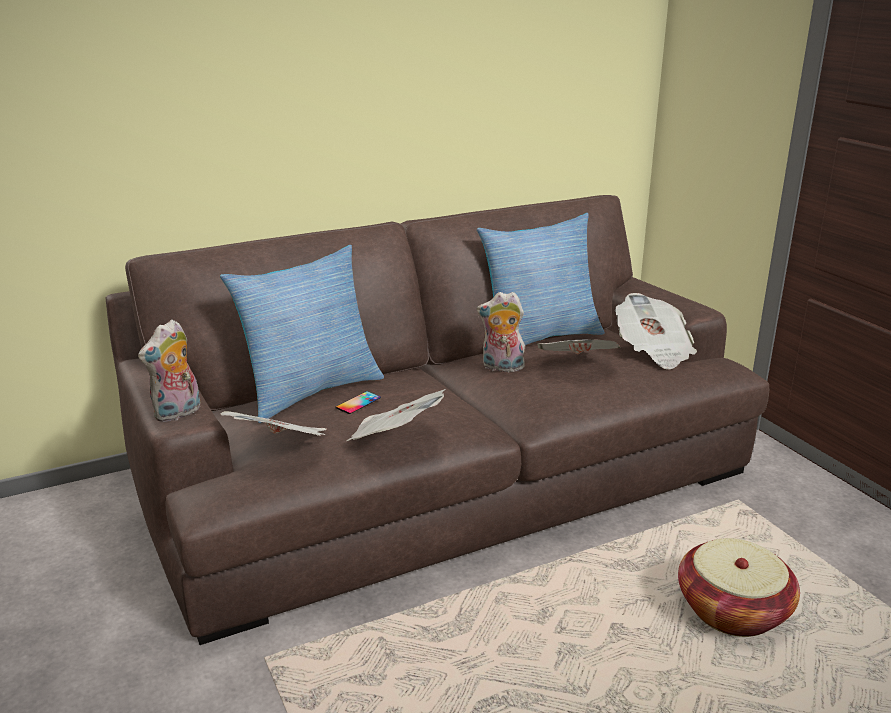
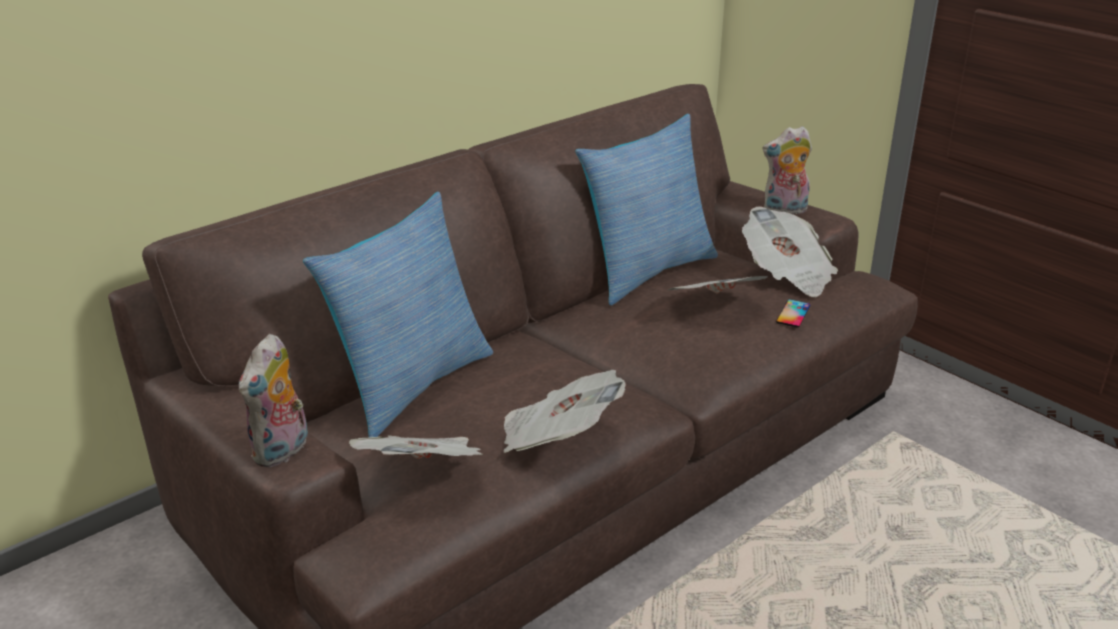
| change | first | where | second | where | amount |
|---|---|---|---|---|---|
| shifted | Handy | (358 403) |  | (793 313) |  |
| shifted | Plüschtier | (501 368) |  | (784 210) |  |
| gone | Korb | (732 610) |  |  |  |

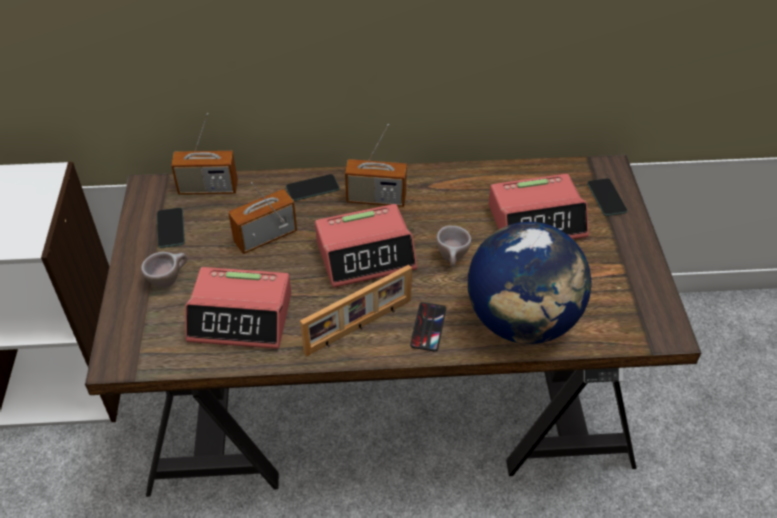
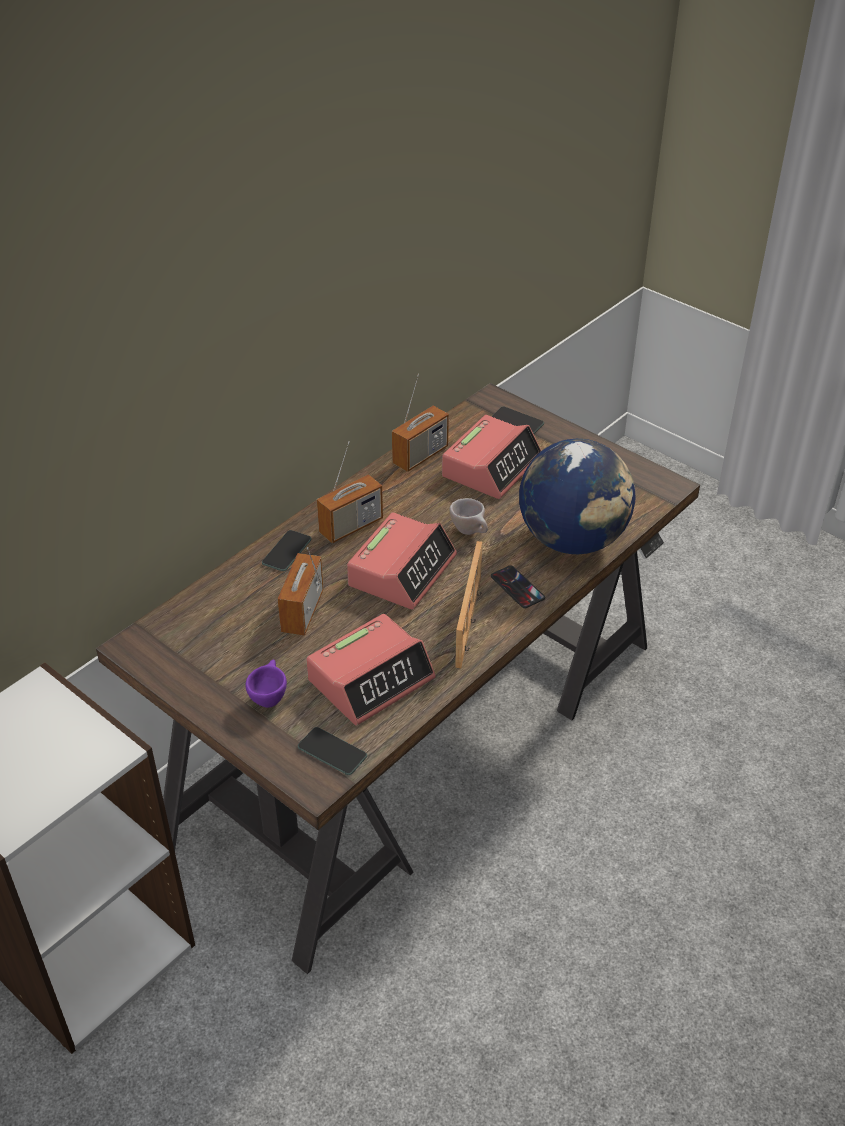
| change | first | where | second | where | amount |
|---|---|---|---|---|---|
| repainted | Tasse [beige] | (169 280) | Tasse [lila] | (269 697) |  |
| shifted | Handy | (170 228) |  | (332 752) |  |
| shifted | Radio | (208 188) |  | (420 456) |  |

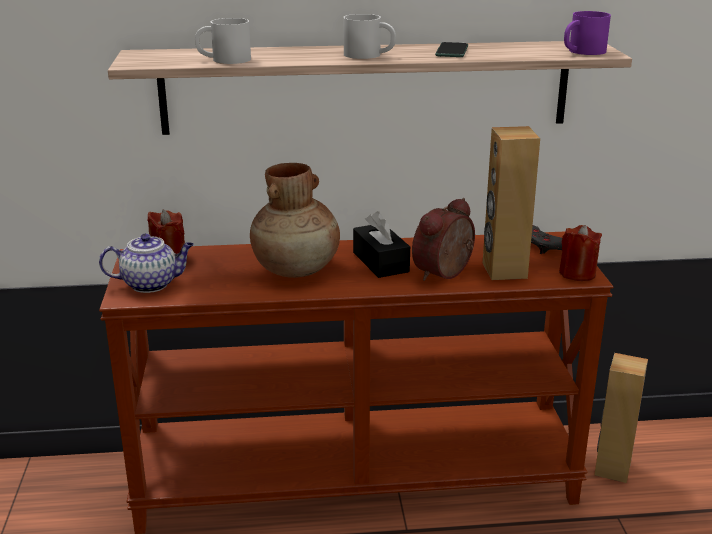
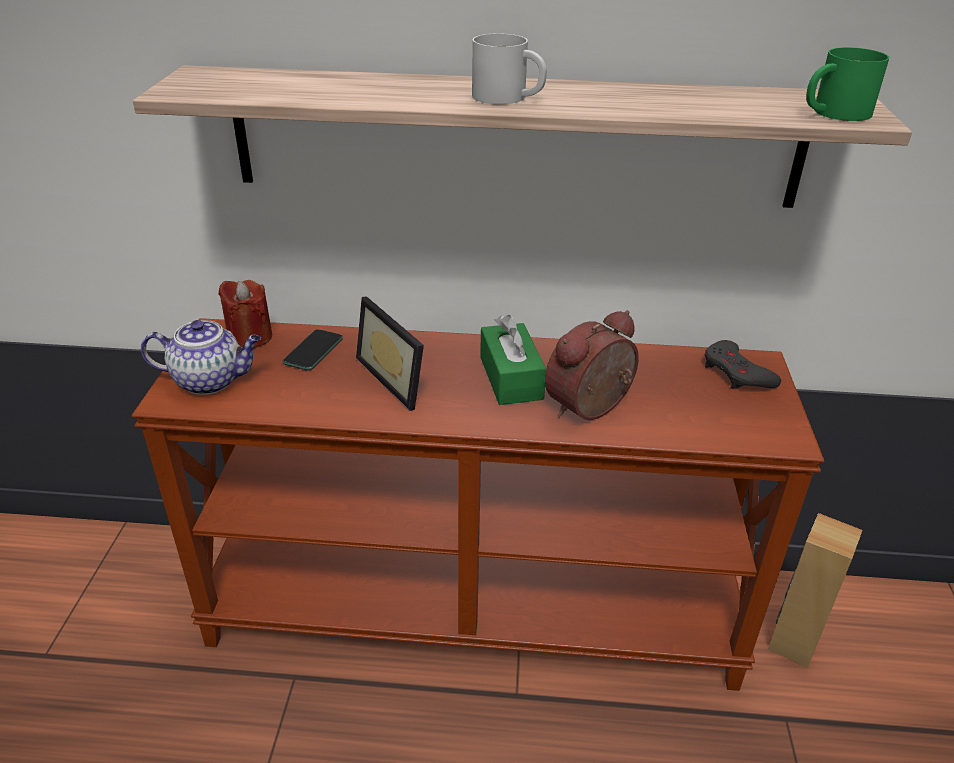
| change | first | where | second | where | amount |
|---|---|---|---|---|---|
| gone | Henkelbecher [weiß] | (223 59) |  |  |  |
| swapped | Vase [braun] | (297 269) | Bilderrahmen | (399 377) |  |
| repainted | Taschentuchbox [schwarz] | (380 262) | Taschentuchbox [grün] | (511 378) |  |
| shifted | Handy | (452 51) |  | (313 351) |  |
| gone | Lautsprecher [braun] | (503 270) |  |  |  |
| gone | Kerze [rot] | (577 273) |  |  |  |
| repainted | Henkelbecher [lila] | (582 52) | Henkelbecher [grün] | (833 113) |  |

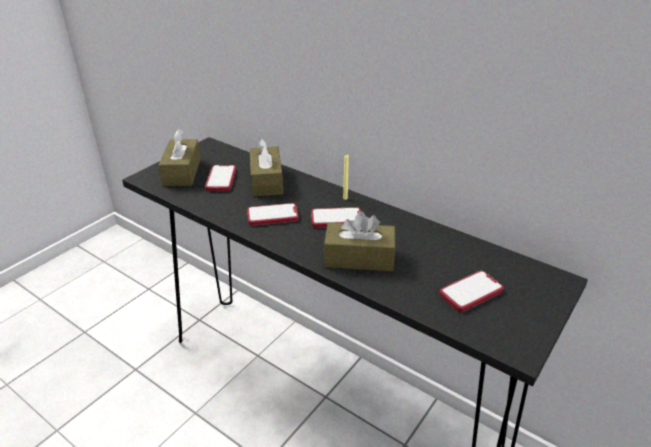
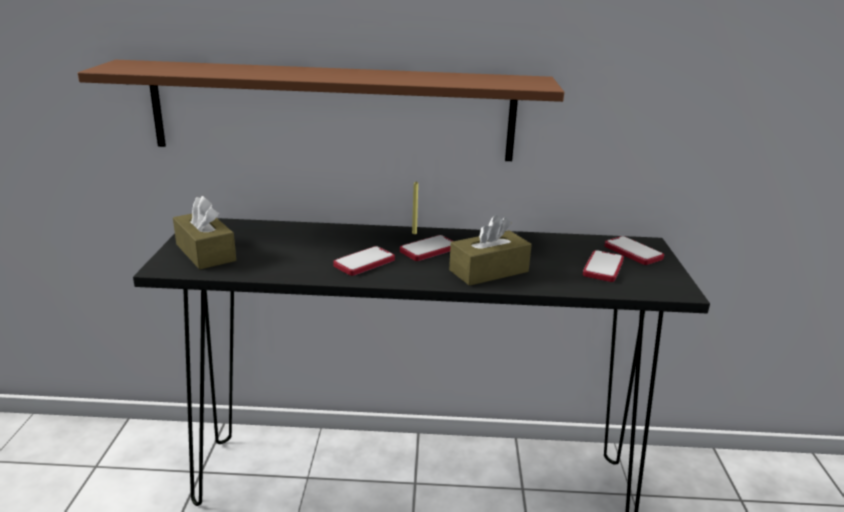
| change | first | where | second | where | amount |
|---|---|---|---|---|---|
| shifted | Handy | (221 179) |  | (633 252) |  |
| gone | Taschentuchbox [braun] | (266 181) |  |  |  |
| new |  |  | Wandregal [braun] | (333 111) |  |

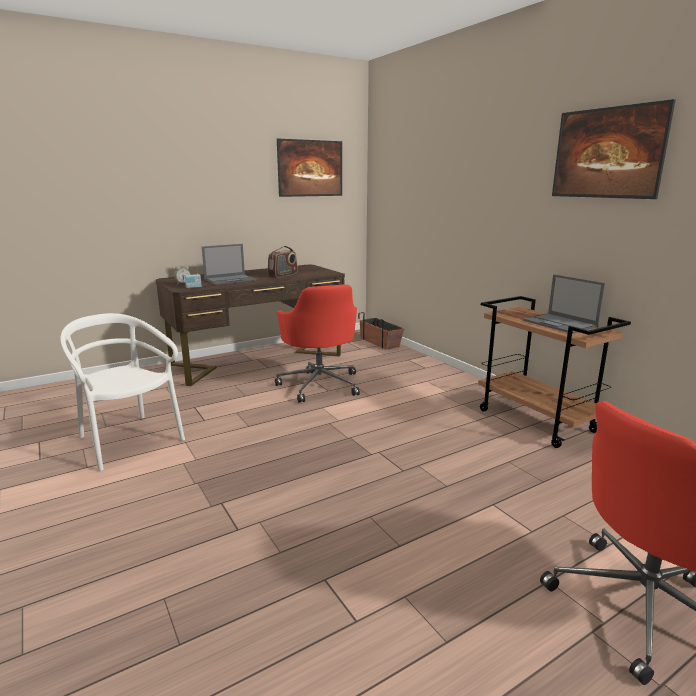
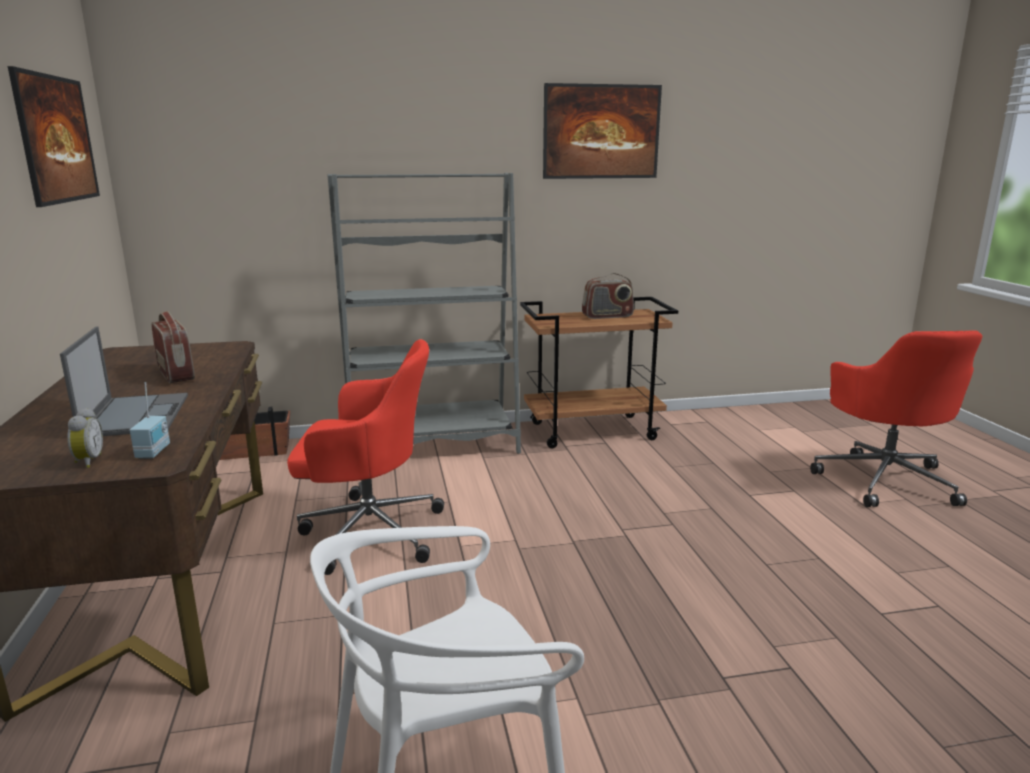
| change | first | where | second | where | amount |
|---|---|---|---|---|---|
| swapped | Laptop | (561 323) | Radio | (607 316) |  |
| new |  |  | Bücherregal [grau] | (433 444) |  |

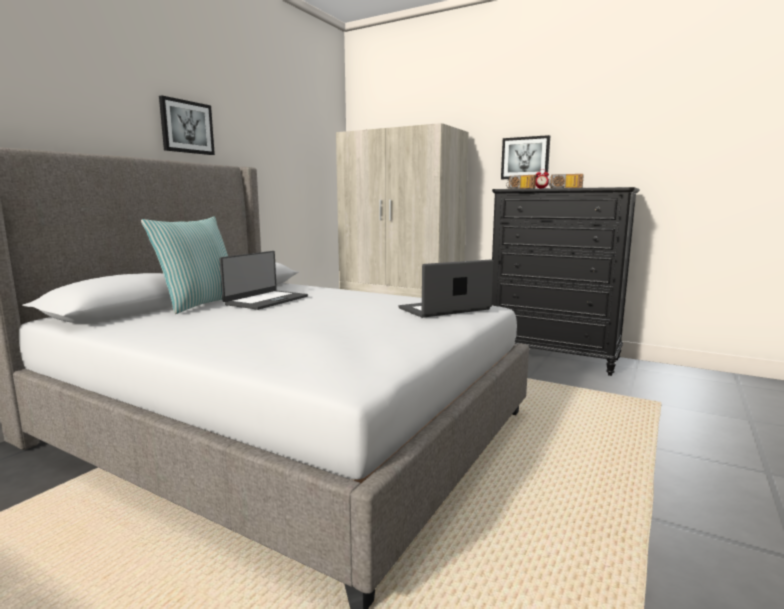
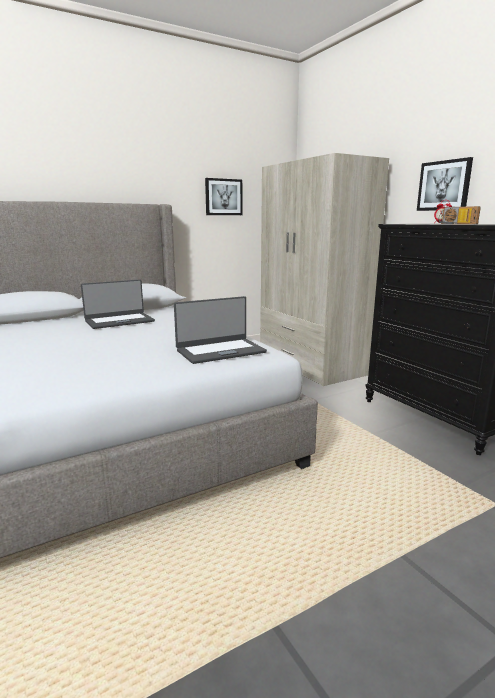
| change | first | where | second | where | amount |
|---|---|---|---|---|---|
| gone | Kissen | (200 304) |  |  |  |
| shifted | Bild | (186 127) |  | (223 197) |  |
| rotated | Laptop | (445 309) |  | (220 351) | 150 degrees clockwise |
| gone | Radio | (519 188) |  |  |  |

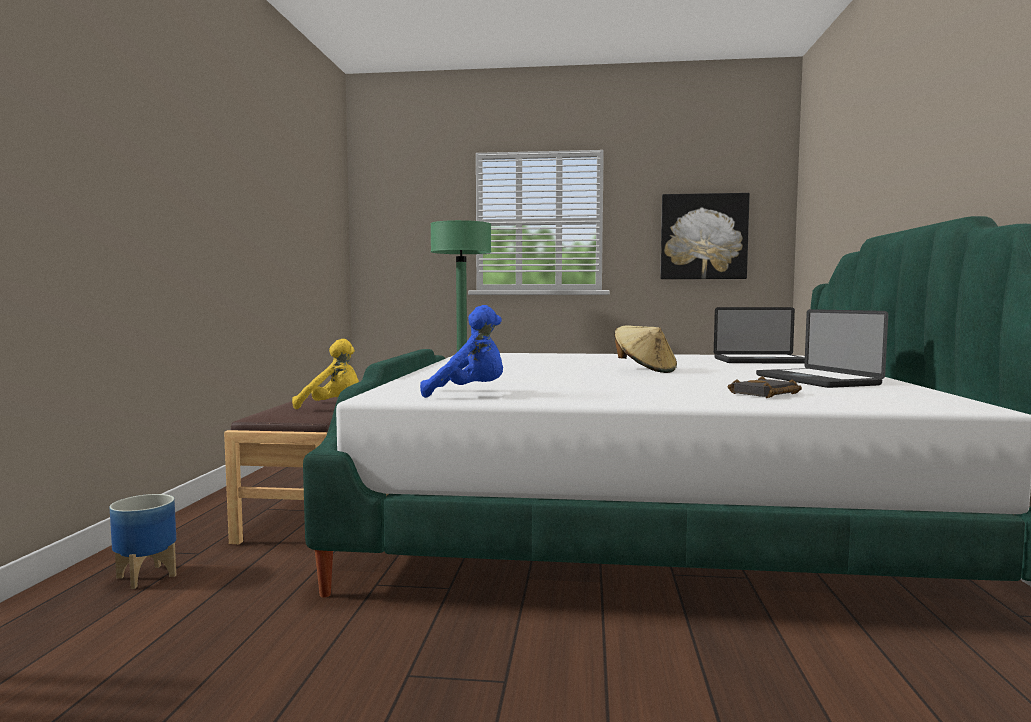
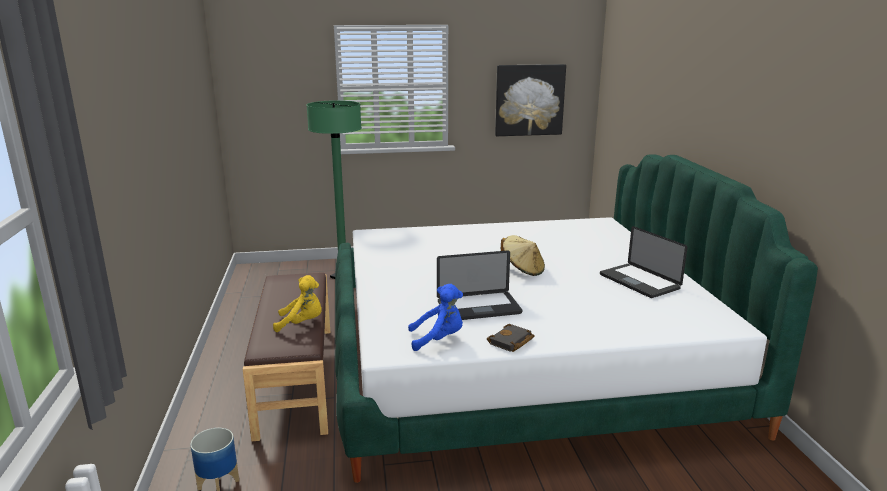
| change | first | where | second | where | amount |
|---|---|---|---|---|---|
| shifted | Laptop | (760 361) |  | (478 308) |  |
| shifted | Buch [schwarz] | (765 394) |  | (511 342) |  |

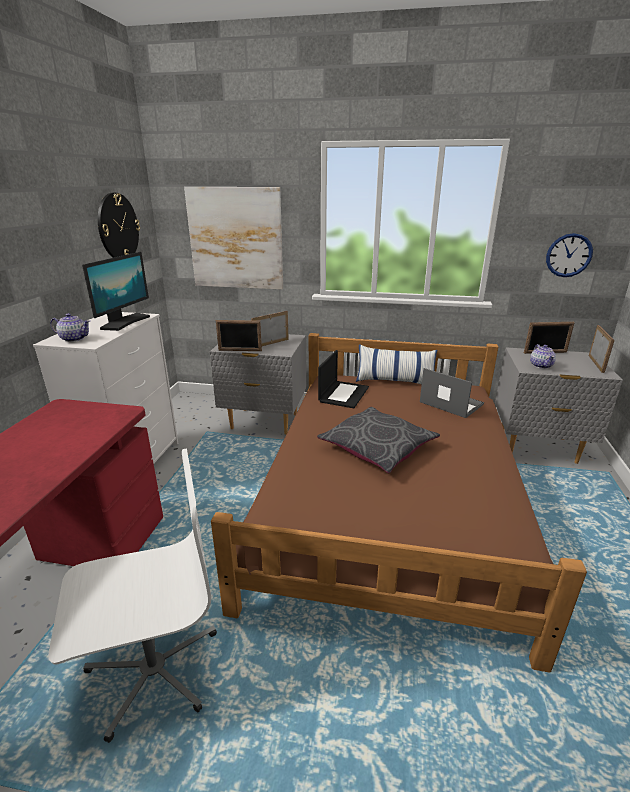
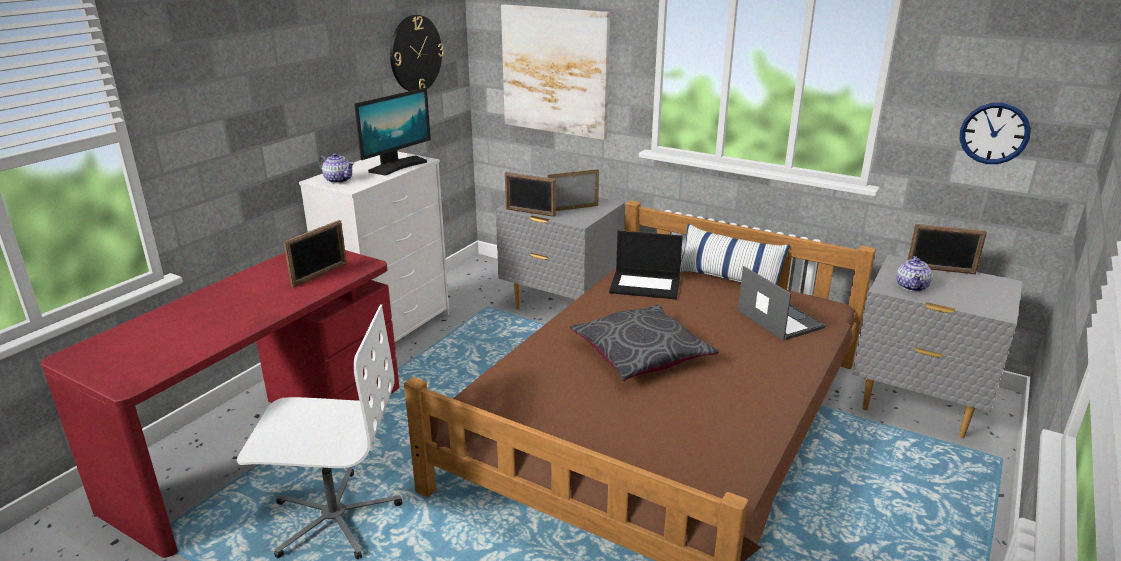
| change | first | where | second | where | amount |
|---|---|---|---|---|---|
| rotated | Laptop | (343 394) |  | (646 285) | 60 degrees clockwise |
| shifted | Bilderrahmen | (596 364) |  | (320 275) |  |

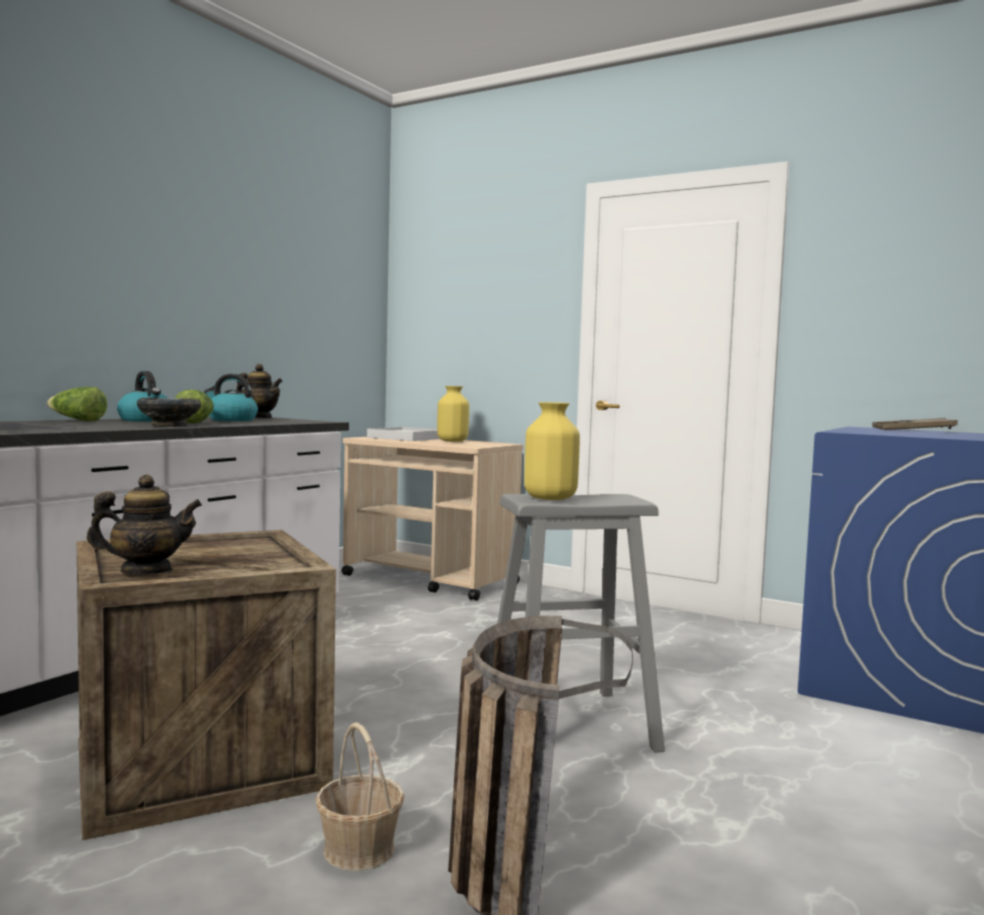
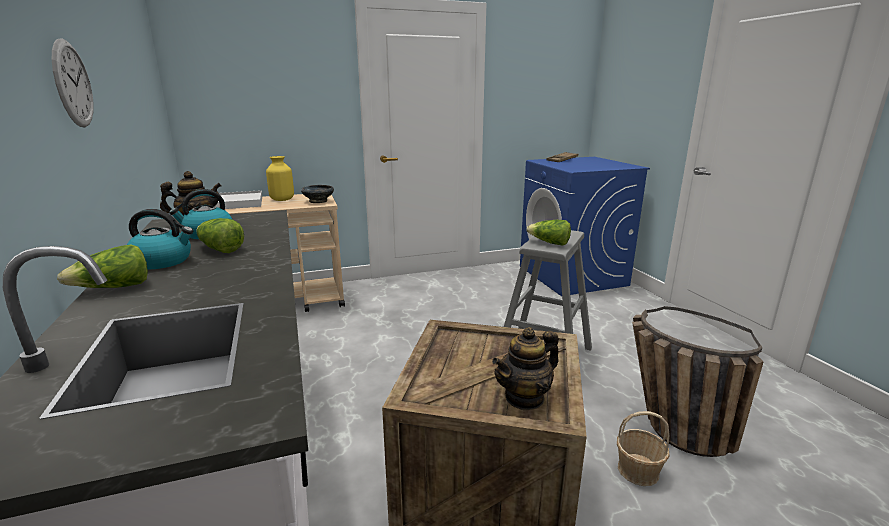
| change | first | where | second | where | amount |
|---|---|---|---|---|---|
| rotated | Teekanne | (146 571) |  | (525 397) | 150 degrees counterclockwise |
| shifted | Schüssel [schwarz] | (169 425) |  | (318 201) |  |
| swapped | Vase [gelb] | (549 498) | Salatkopf | (549 243) |  |
| new |  |  | Wanduhr | (72 84) |  |

